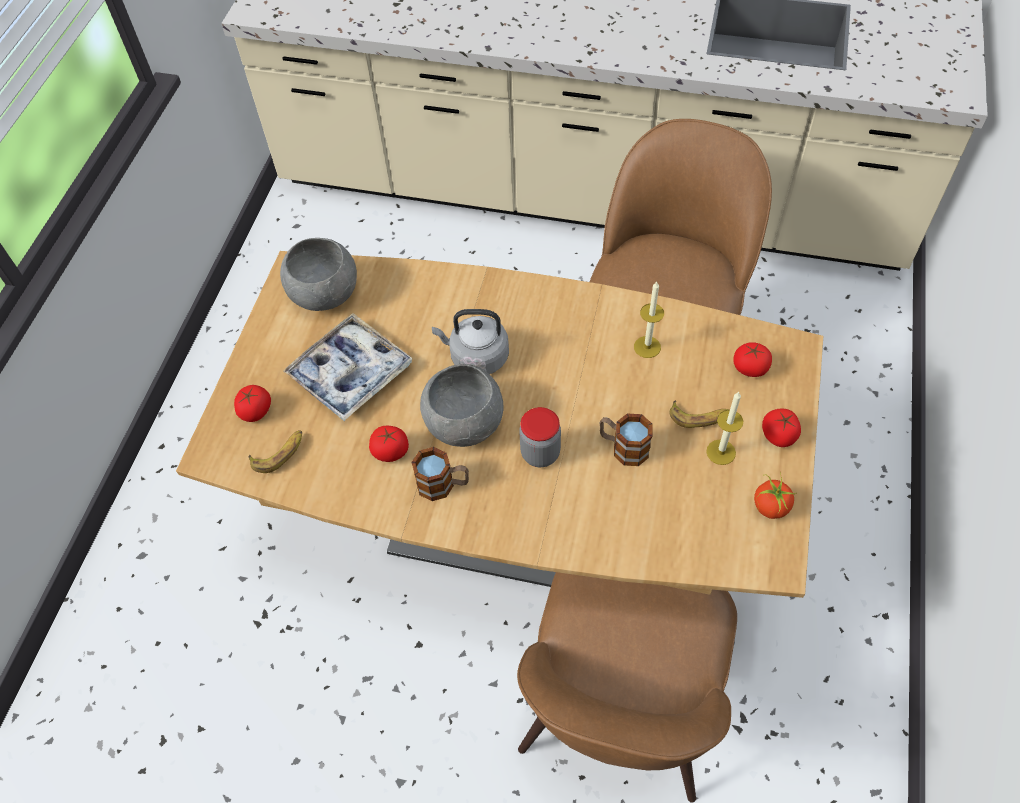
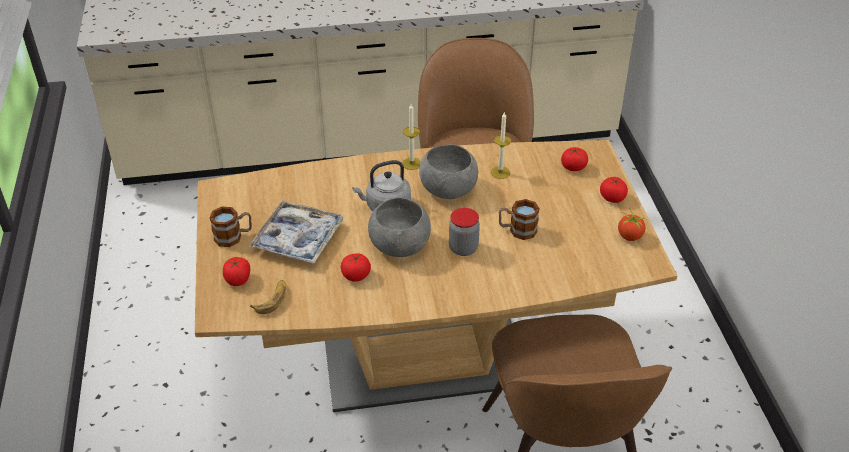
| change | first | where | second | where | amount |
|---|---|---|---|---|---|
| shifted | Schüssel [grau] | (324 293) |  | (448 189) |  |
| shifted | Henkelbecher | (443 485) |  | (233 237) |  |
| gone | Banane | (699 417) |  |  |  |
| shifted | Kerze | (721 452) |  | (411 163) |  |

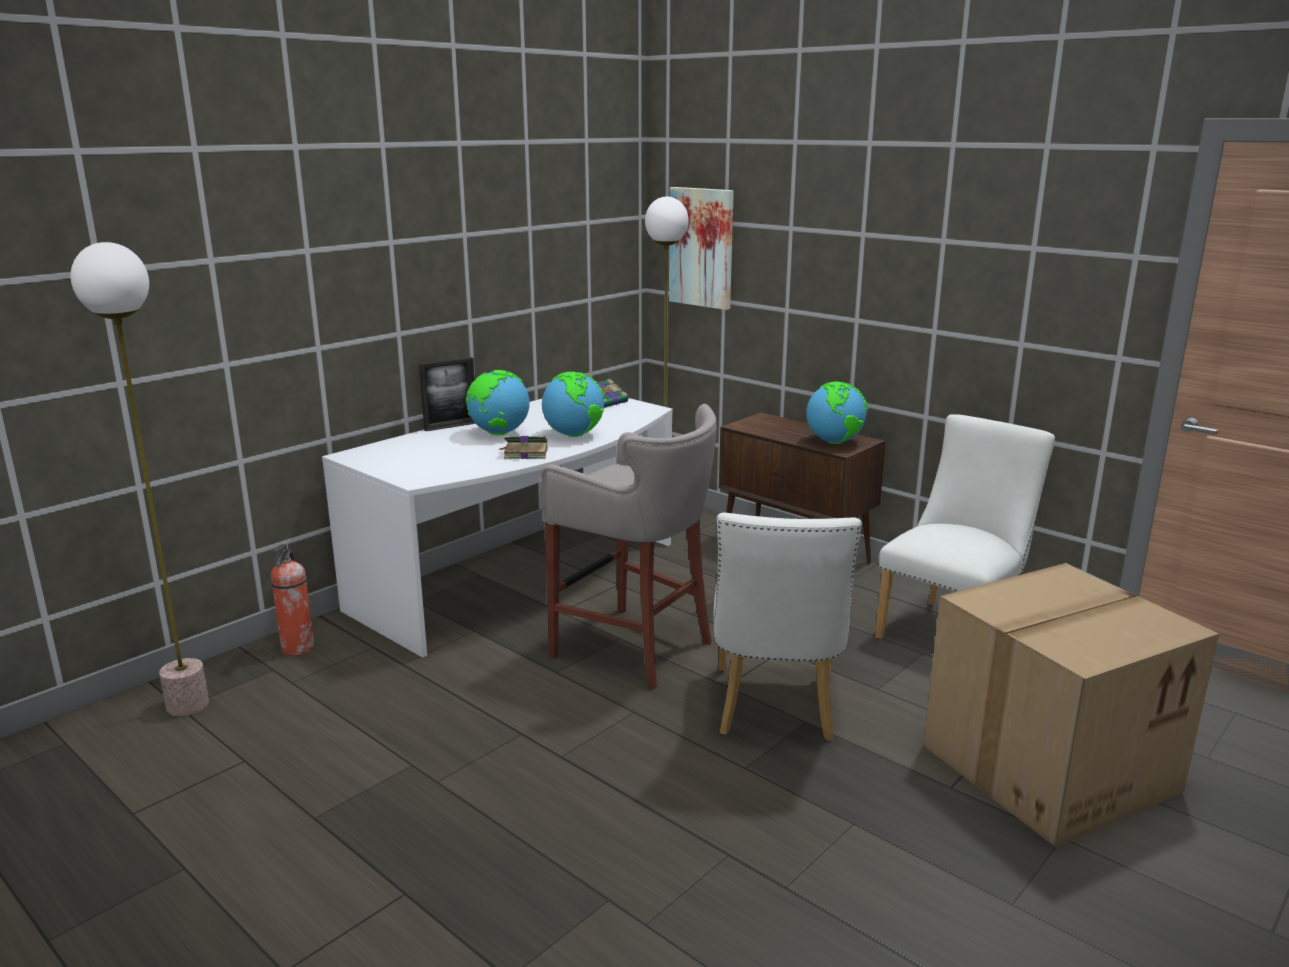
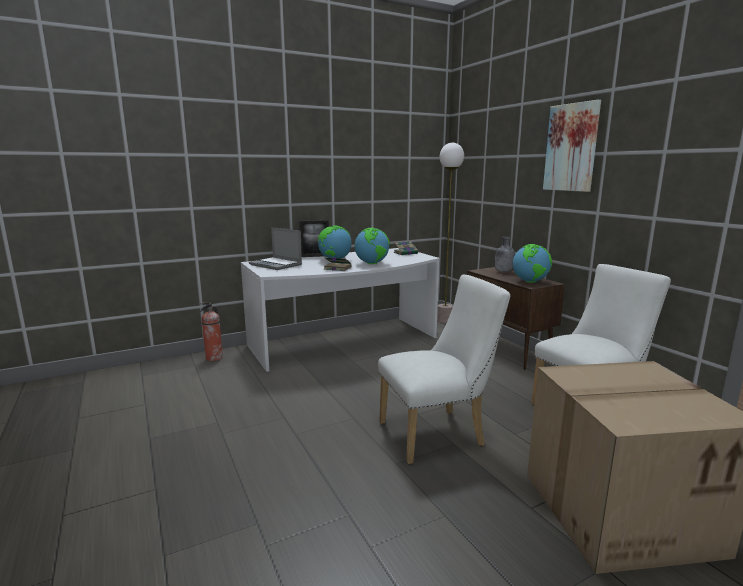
| change | first | where | second | where | amount |
|---|---|---|---|---|---|
| gone | Stehlampe | (187 705) |  |  |  |
| gone | Hocker [grau] | (636 649) |  |  |  |
| shifted | Bild | (702 247) |  | (571 147) |  |
| rotated | Stuhl [weiß] | (774 710) |  | (438 433) | 135 degrees counterclockwise |
| new |  |  | Laptop | (276 265) |  |
| new |  |  | Flasche [grau] | (503 272) |  |

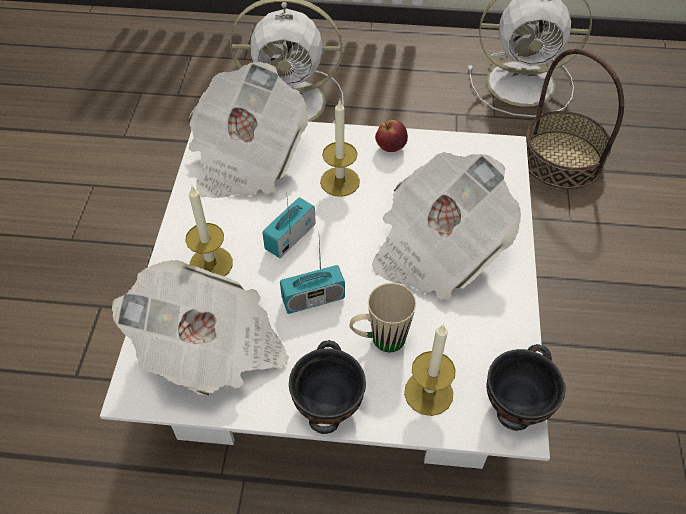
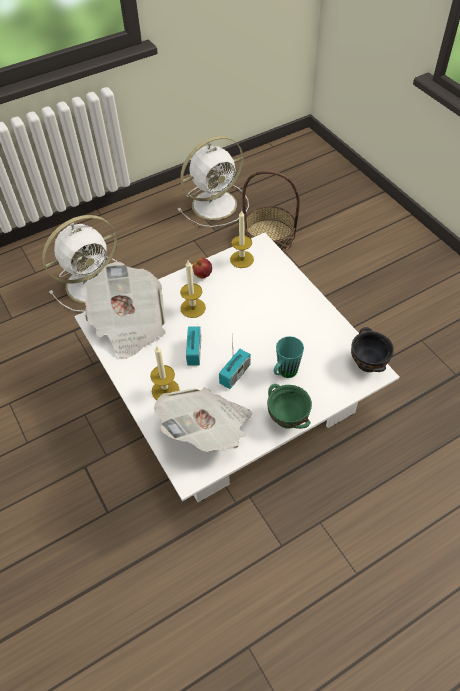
| change | first | where | second | where | amount |
|---|---|---|---|---|---|
| repainted | Schüssel [schwarz] | (326 406) | Schüssel [grün] | (288 419) |  |
| repainted | Henkelbecher [beige] | (379 340) | Henkelbecher [türkis] | (284 373) |  |
| gone | Zeitung | (437 248) |  |  |  |
| shifted | Kerze | (428 393) |  | (242 259) |  |

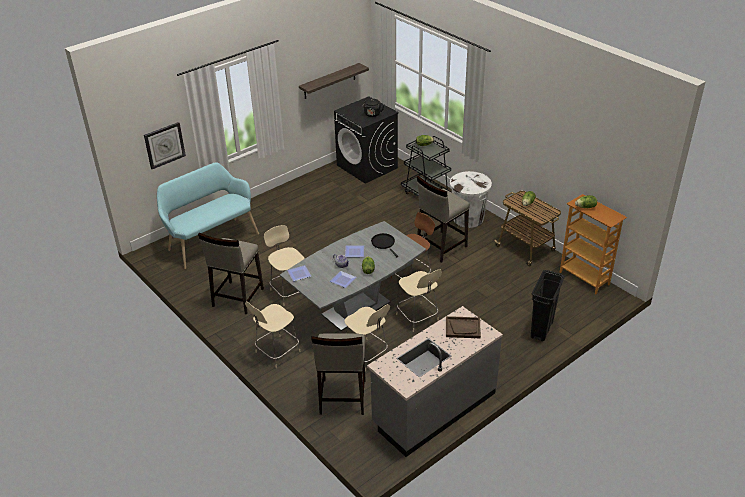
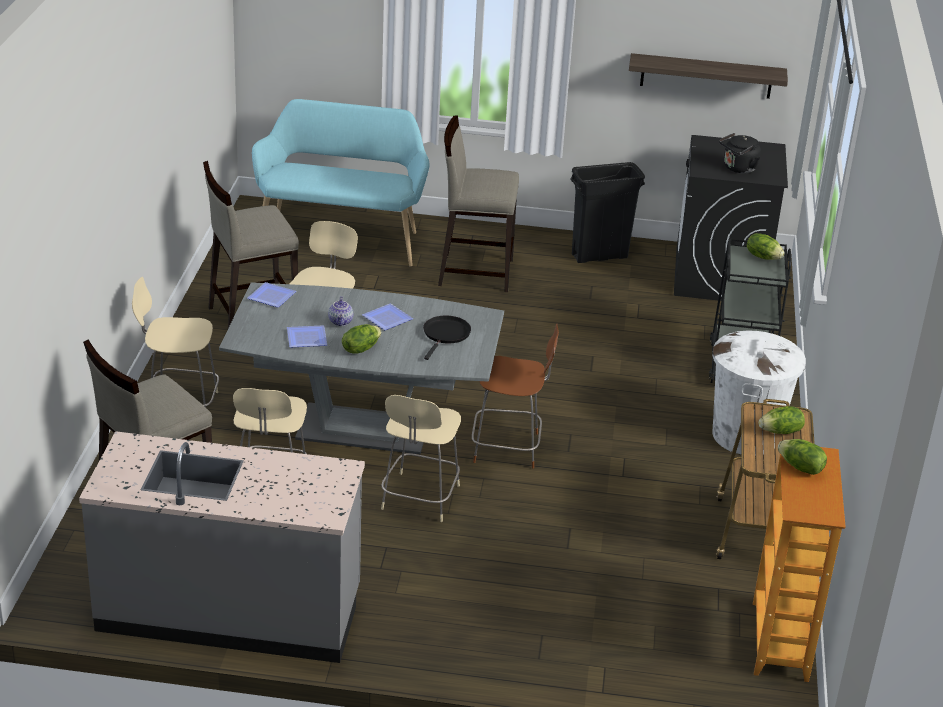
| change | first | where | second | where | amount |
|---|---|---|---|---|---|
| gone | Wanduhr | (164 145) |  |  |  |
| shifted | Hocker [beige] | (440 246) |  | (475 272) |  |
| gone | Tablett [braun] | (463 328) |  |  |  |
| shifted | Mülleimer [schwarz] | (542 329) |  | (599 256) |  |

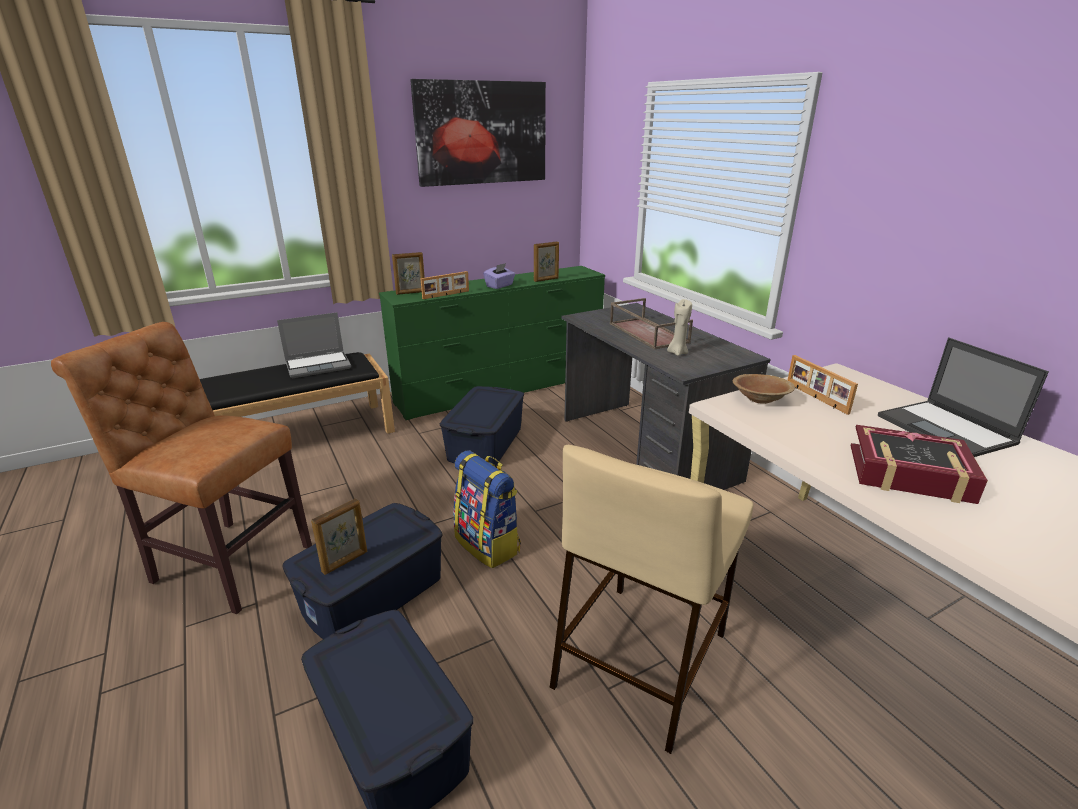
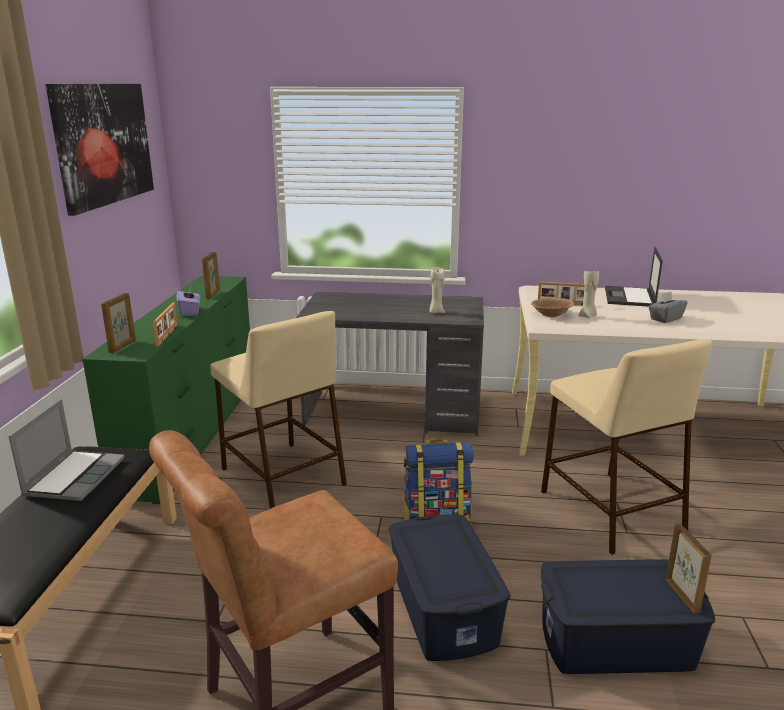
| change | first | where | second | where | amount |
|---|---|---|---|---|---|
| shifted | Bilderrahmen | (345 562) |  | (682 595) |  |
| swapped | Aufbewahrungsbox [blau] | (485 444) | Hocker [beige] | (281 476) |  |
| gone | Tablett [braun] | (647 333) |  |  |  |
| swapped | Buch | (909 474) | Taschentuchbox [grau] | (665 319) |  |
| rotated | Laptop | (946 430) |  | (630 297) | 90 degrees clockwise |
| new |  |  | Kerze [beige] | (587 316) |  |

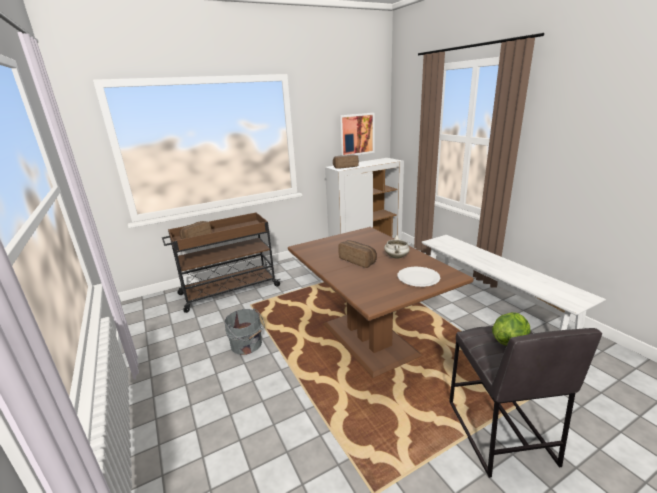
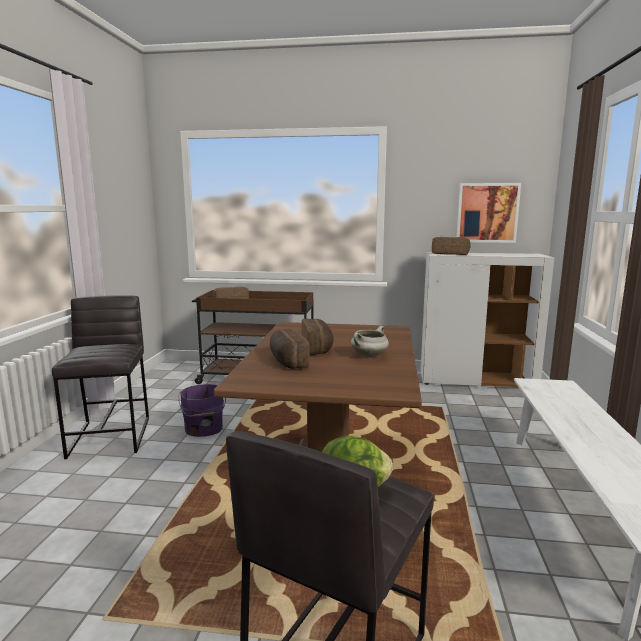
| change | first | where | second | where | amount |
|---|---|---|---|---|---|
| repainted | Eimer [grau] | (247 345) | Eimer [lila] | (204 429) |  |
| gone | Teller [weiß] | (418 277) |  |  |  |
| new |  |  | Hocker [grau] | (111 436) |  |
| new |  |  | Brot | (287 361) |  |

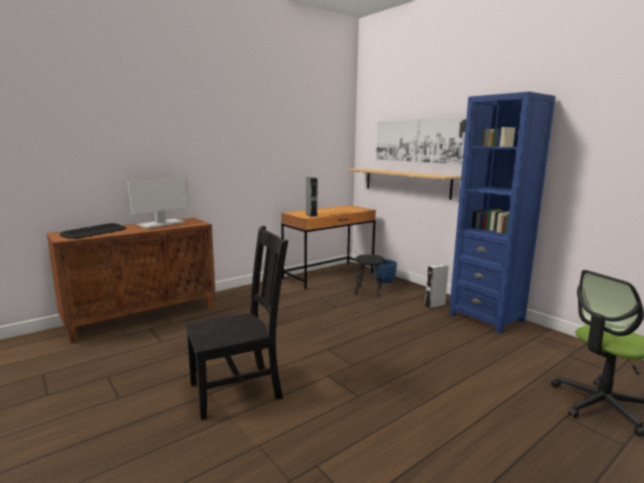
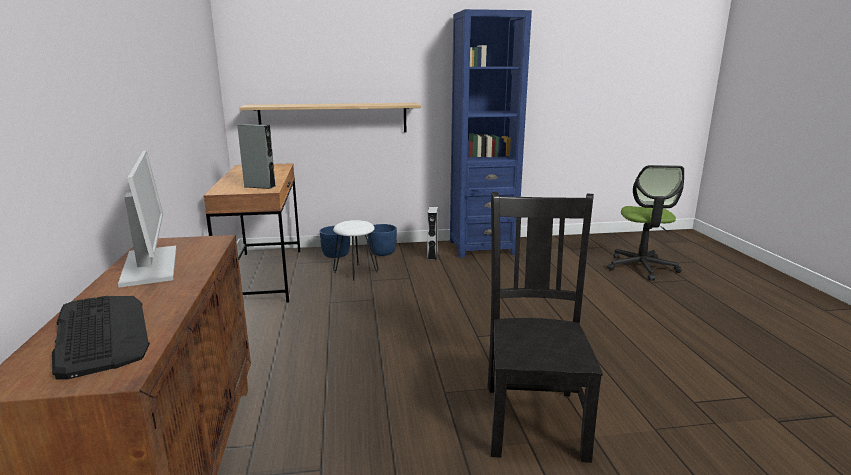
| change | first | where | second | where | amount |
|---|---|---|---|---|---|
| repainted | Hocker [schwarz] | (368 292) | Hocker [weiß] | (356 272) |  |
| gone | Bild | (424 140) |  |  |  |
| new |  |  | Pflanzkübel [blau] | (382 252) |  |

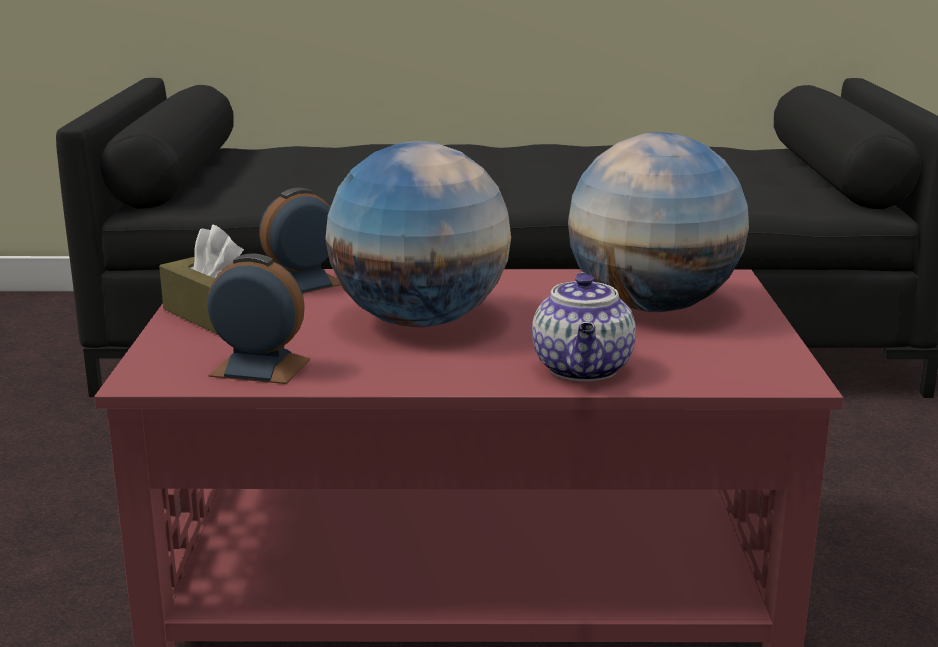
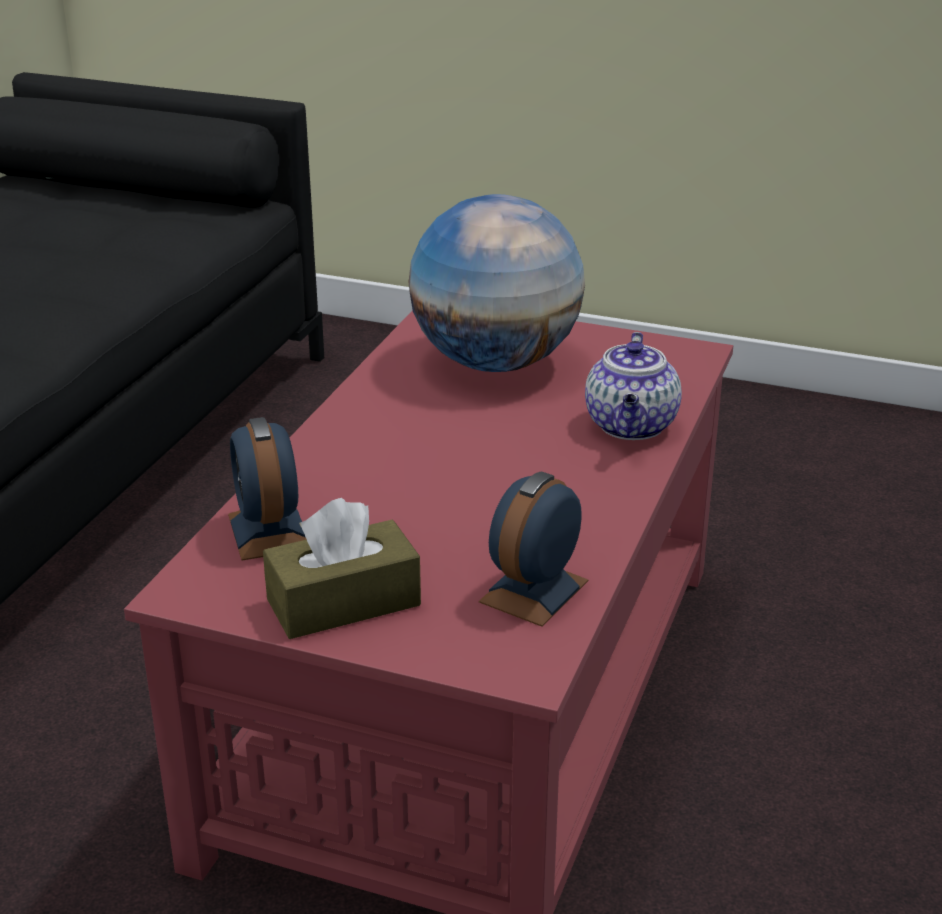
| change | first | where | second | where | amount |
|---|---|---|---|---|---|
| gone | Globus | (419 321) |  |  |  |
| rotated | Teekanne | (583 370) |  | (632 427) | 75 degrees clockwise |

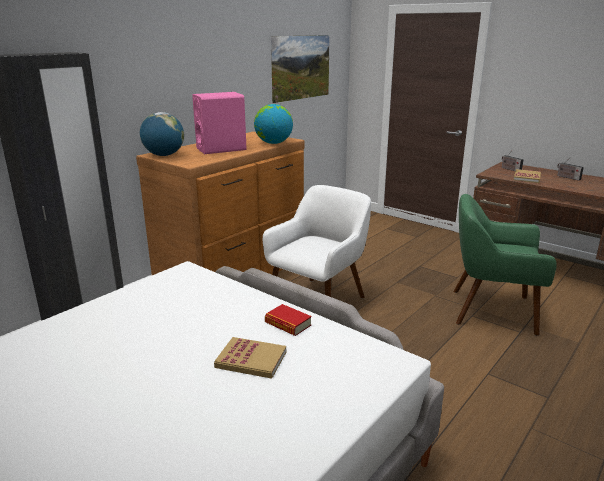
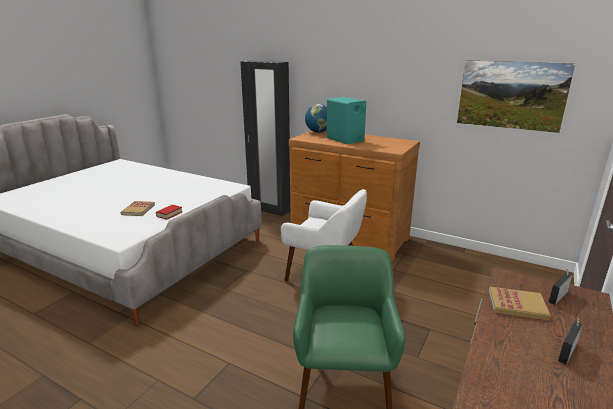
| change | first | where | second | where | amount |
|---|---|---|---|---|---|
| repainted | Lautsprecher [rosa] | (221 149) | Lautsprecher [türkis] | (345 139) |  |
| gone | Globus | (273 143) |  |  |  |

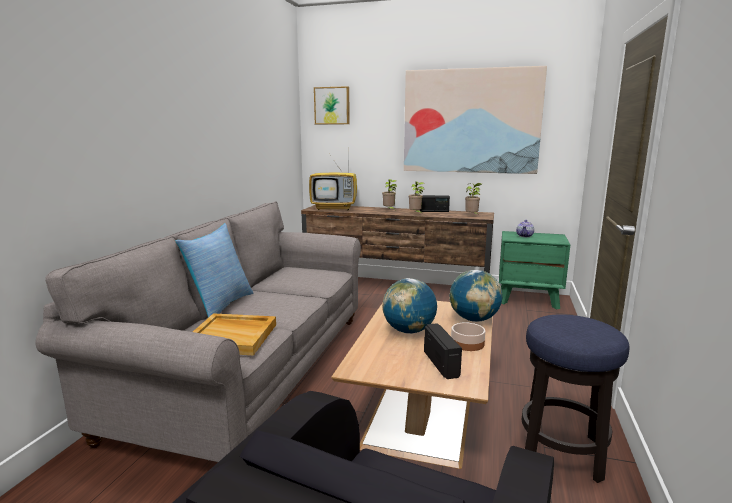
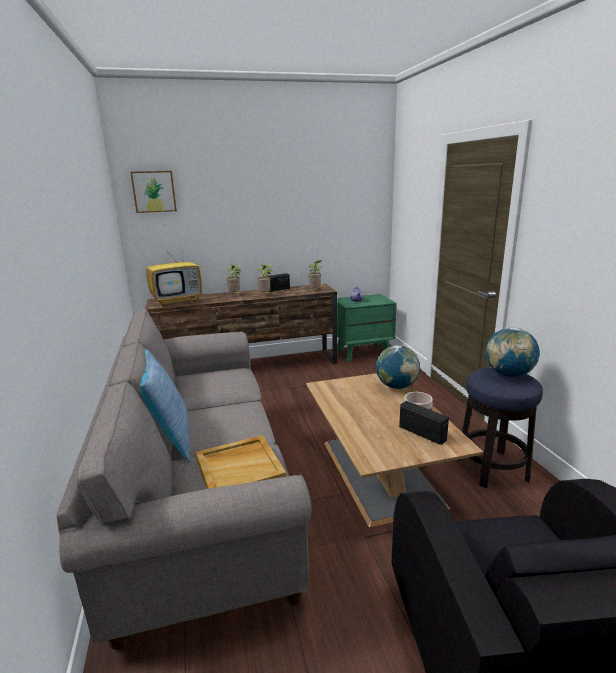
| change | first | where | second | where | amount |
|---|---|---|---|---|---|
| shifted | Globus | (409 331) |  | (508 375) |  |
| gone | Bild | (471 121) |  |  |  |

